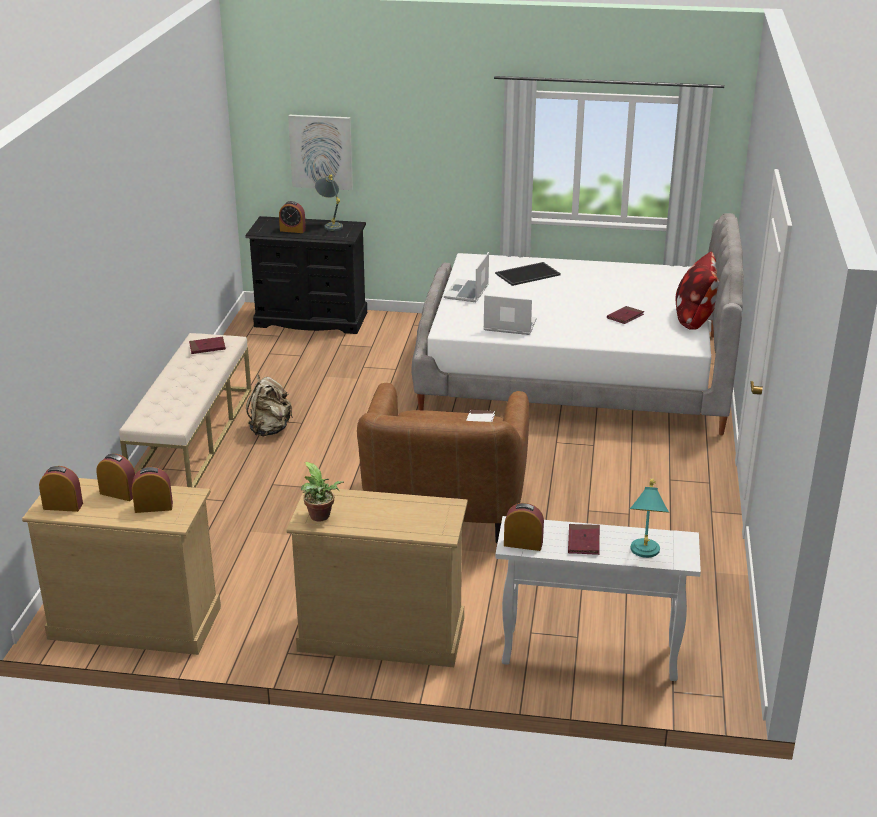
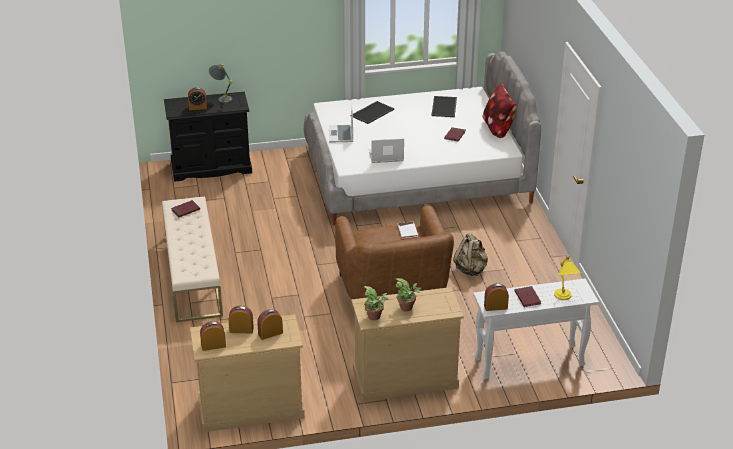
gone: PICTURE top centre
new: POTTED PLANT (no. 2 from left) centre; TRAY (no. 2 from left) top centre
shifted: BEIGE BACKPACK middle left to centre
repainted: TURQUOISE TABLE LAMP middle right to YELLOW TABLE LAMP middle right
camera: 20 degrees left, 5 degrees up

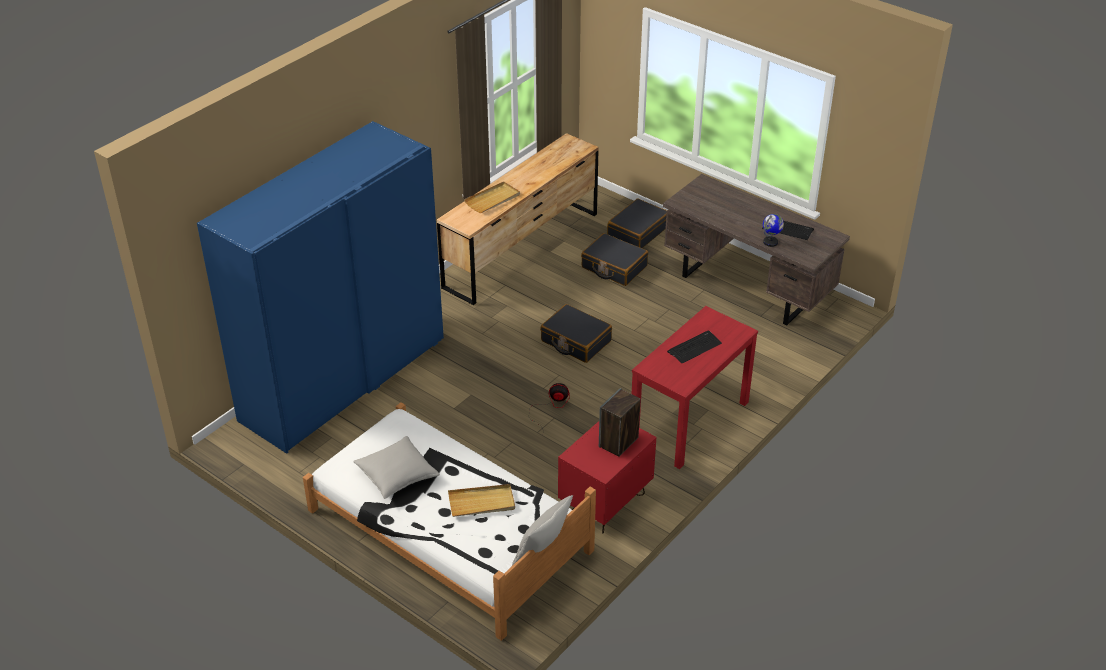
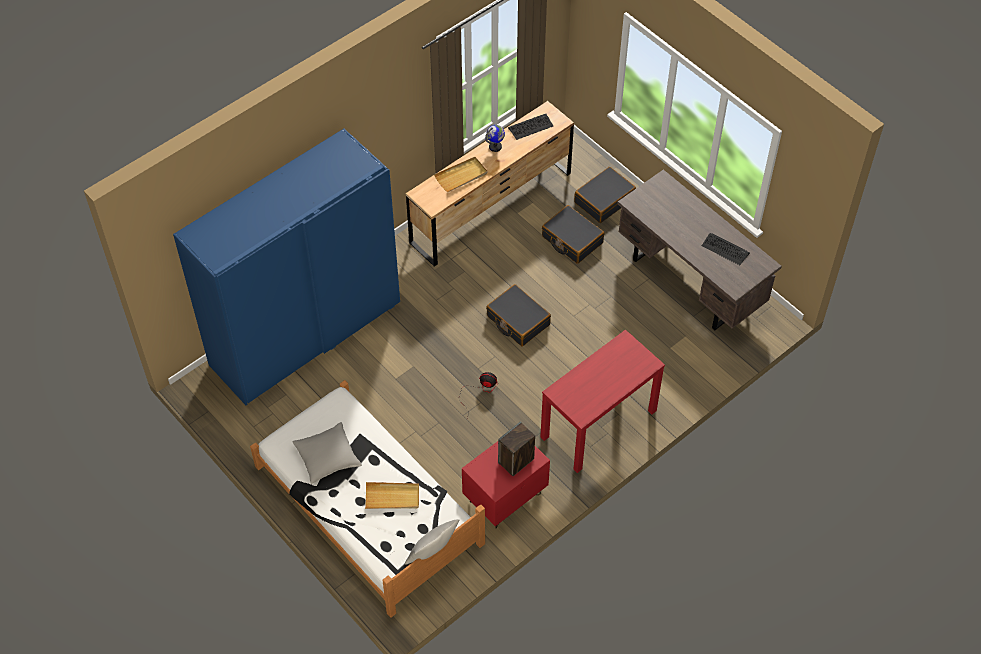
shifted: KEYBOARD (no. 1 from left) centre to top centre; GLOBE middle right to top centre
camera: 10 degrees right, 15 degrees up

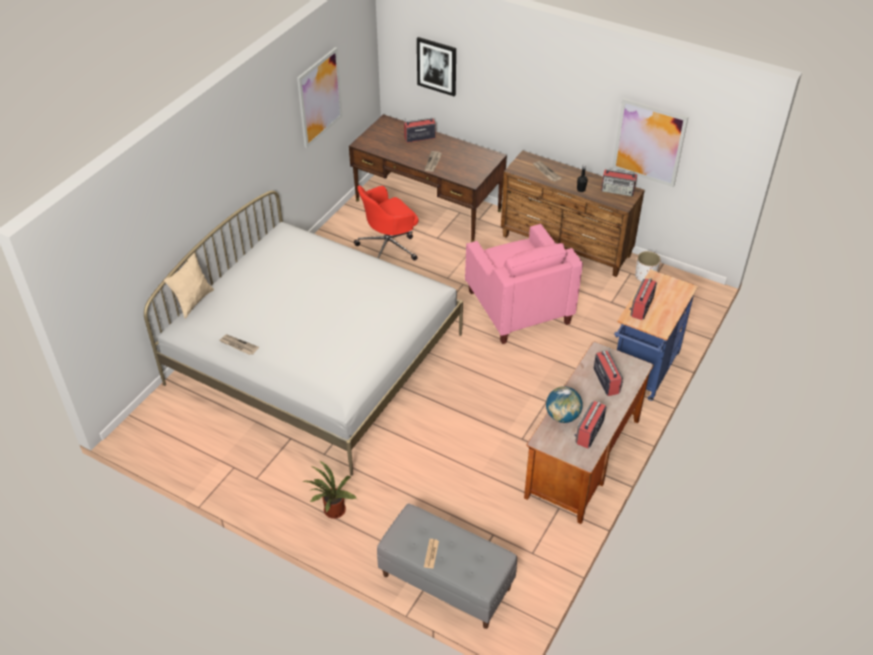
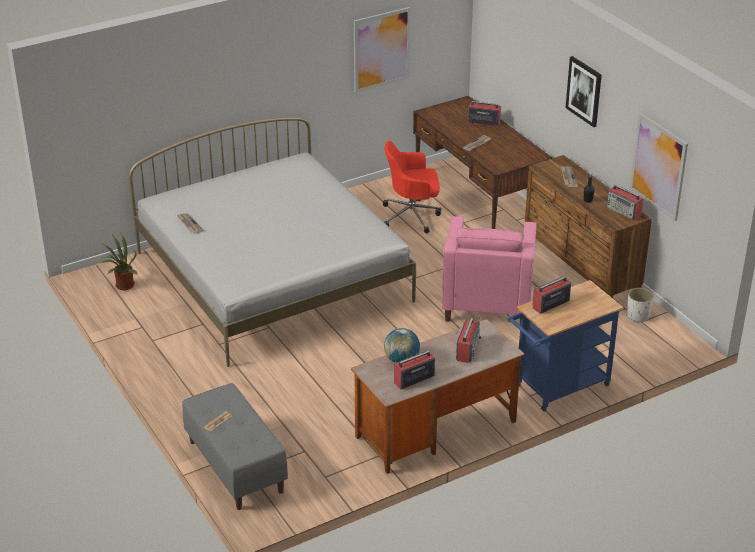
gone: BEIGE PILLOW middle left
shifted: POTTED PLANT bottom centre to middle left; PICTURE (no. 2 from left) top centre to top right
camera: 30 degrees right, 10 degrees down

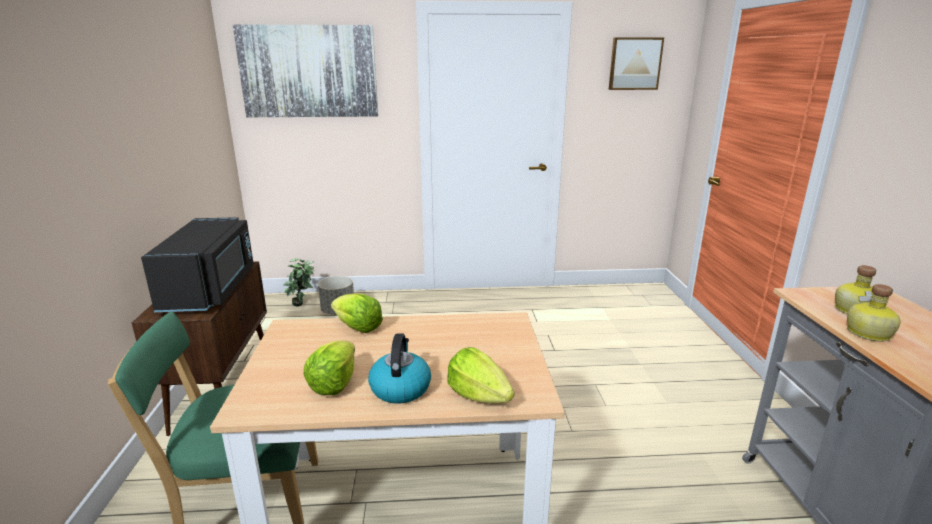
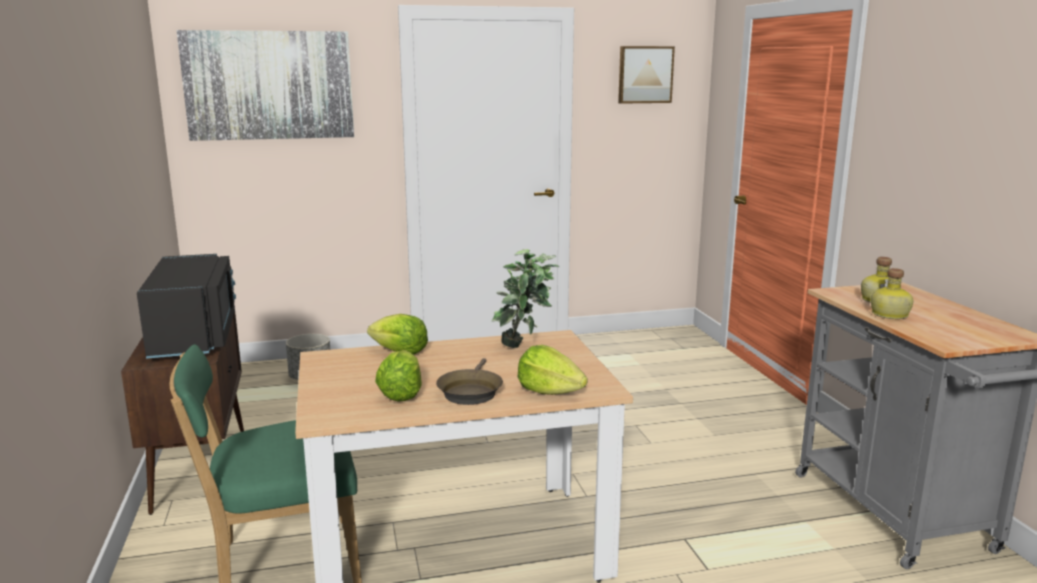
shifted: POTTED PLANT middle left to centre
swapped: KETTLE bottom centre to BROWN FRYING PAN centre
camera: 10 degrees left, 5 degrees down

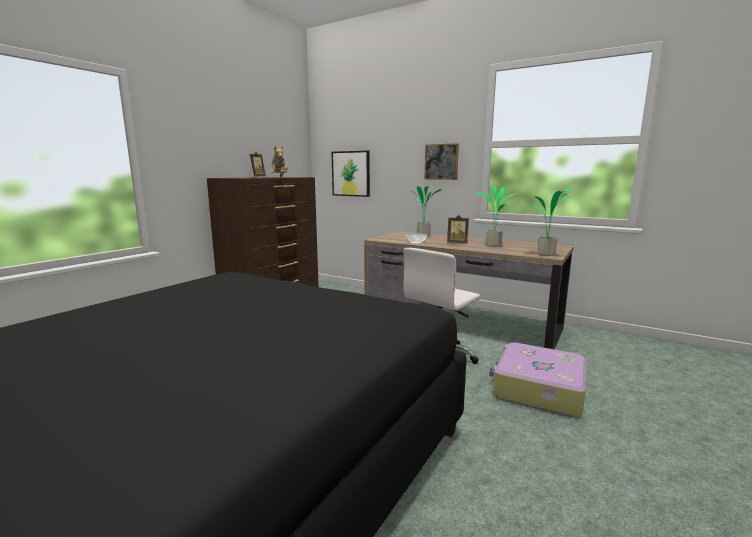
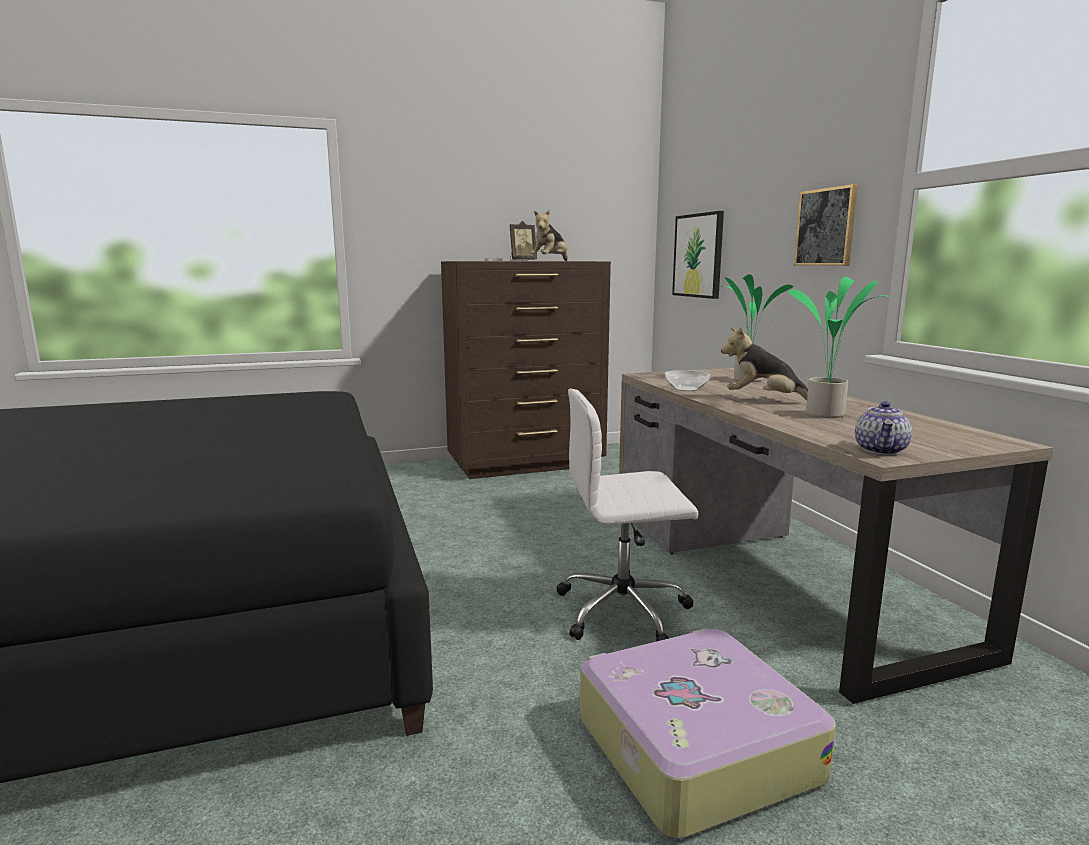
swapped: PICTURE FRAME (no. 2 from left) centre to PLUSH TOY (no. 2 from left) middle right; POTTED PLANT (no. 3 from left) middle right to TEAPOT middle right
camera: 40 degrees right, 0 degrees up

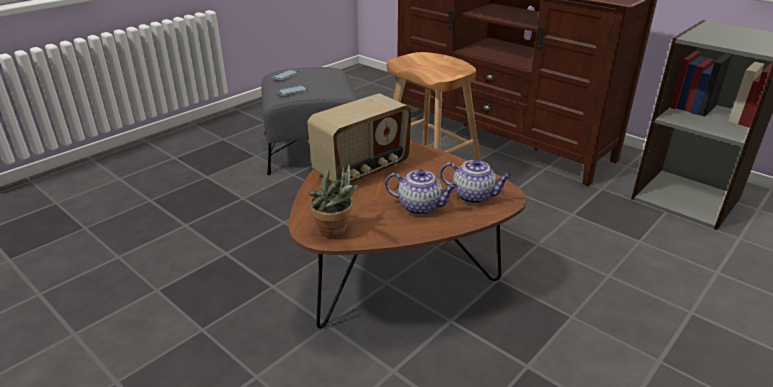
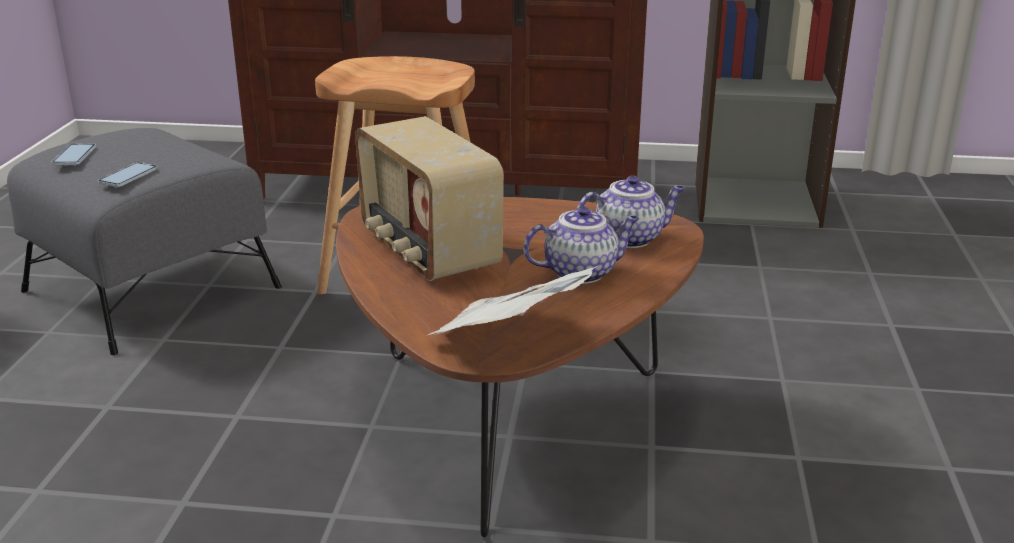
swapped: POTTED PLANT centre to NEWSPAPER centre
rotated: RADIO centre = centre 135 degrees clockwise
camera: 35 degrees left, 5 degrees down

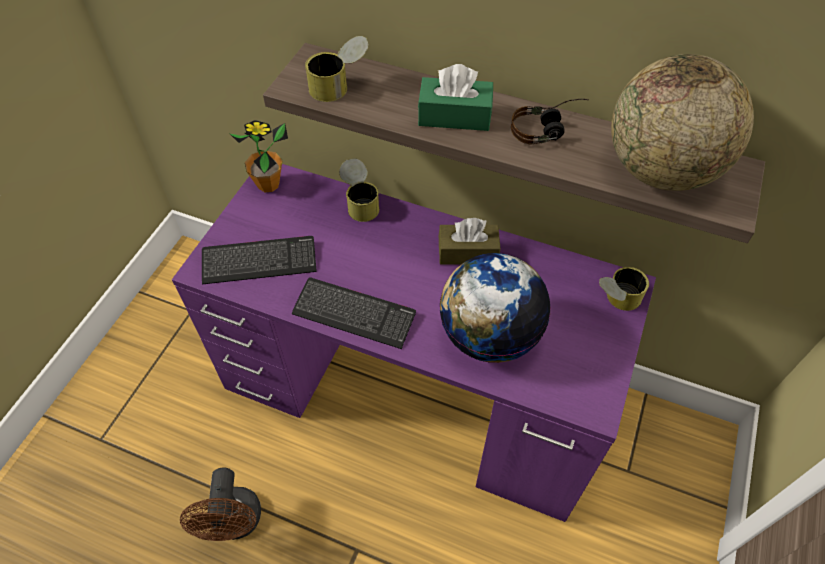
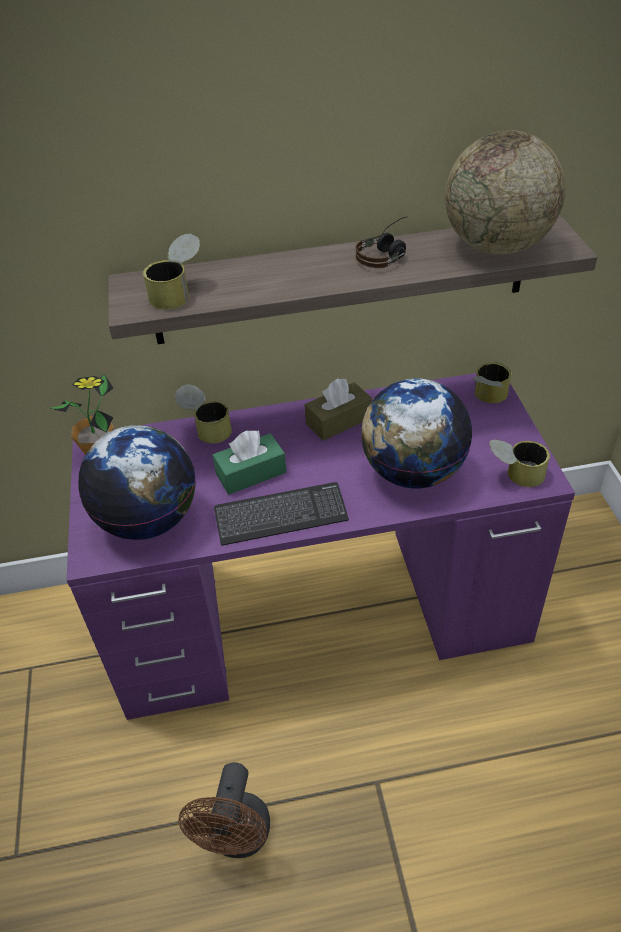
new: CAN (no. 4 from left) middle right
shifted: GREEN TISSUE BOX top centre to centre
swapped: KEYBOARD (no. 1 from left) middle left to GLOBE (no. 1 from left) middle left
rotated: BROWN FAN bottom left = bottom centre 45 degrees clockwise
camera: 30 degrees left, 10 degrees down

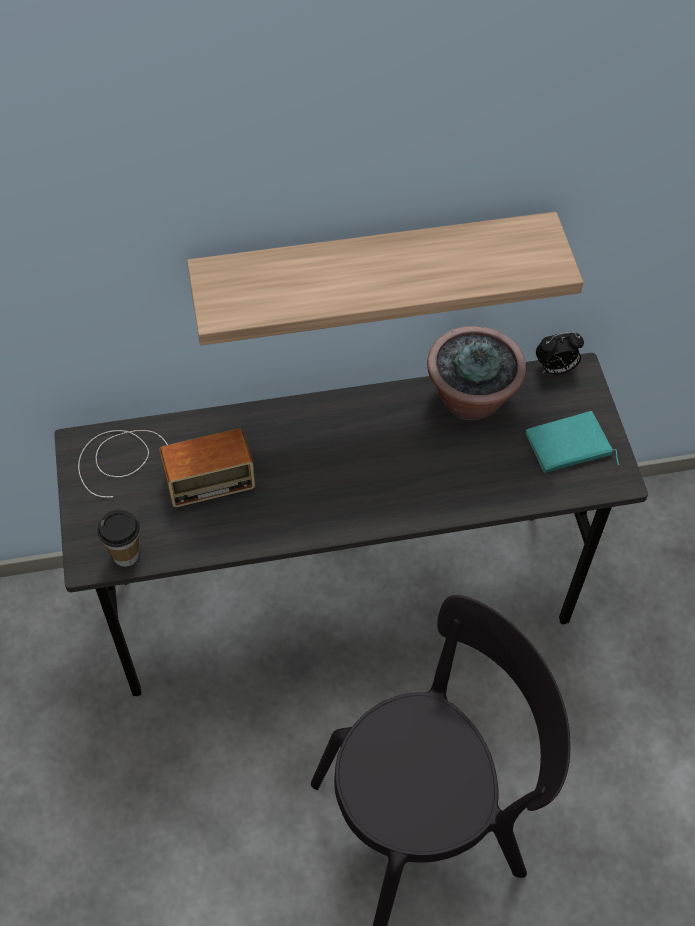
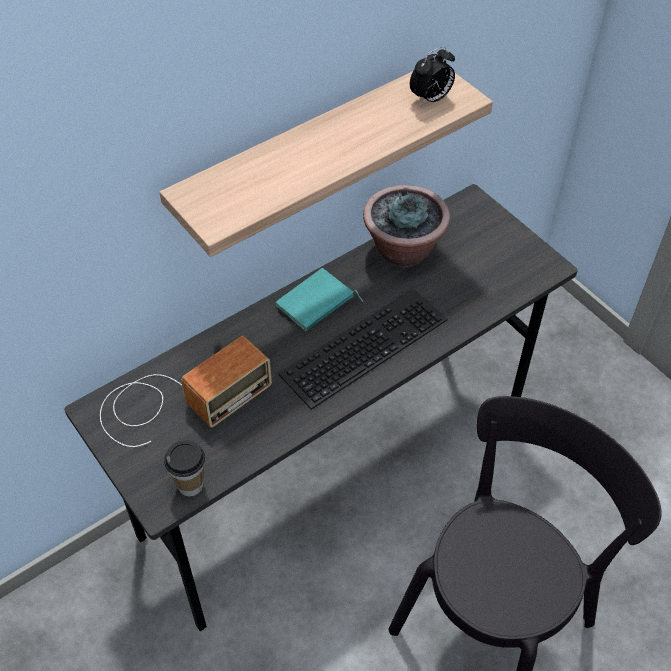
new: KEYBOARD centre
shifted: TURQUOISE BOOK middle right to centre; ALARM CLOCK middle right to top centre
camera: 25 degrees left, 5 degrees down

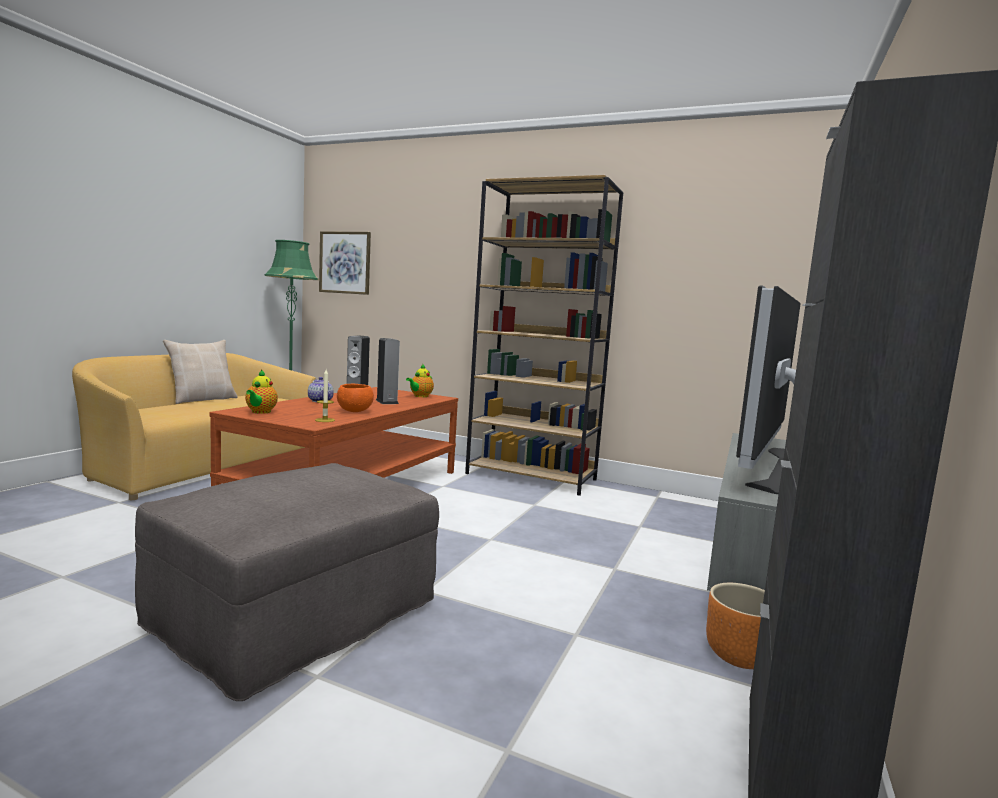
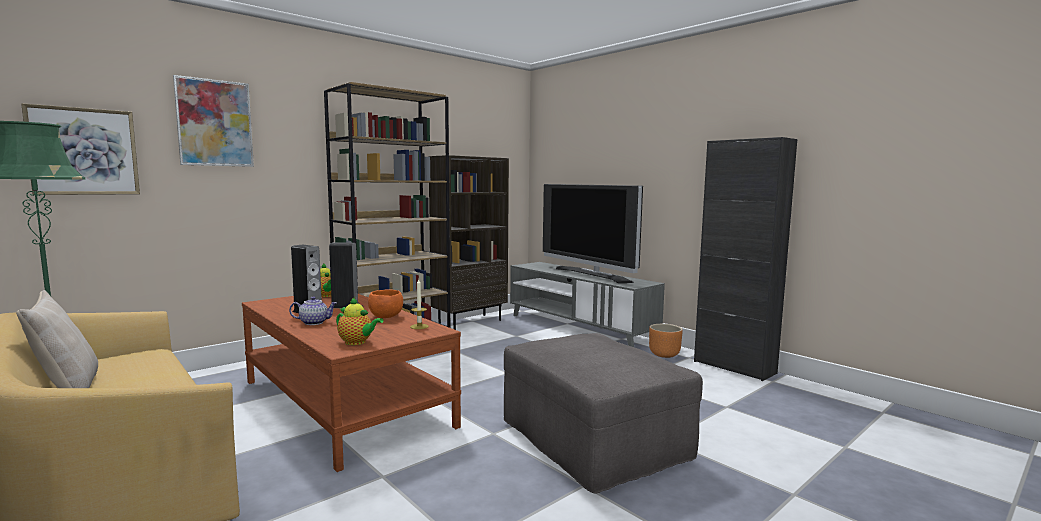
new: PICTURE (no. 2 from left) top left; BROWN BOOKCASE (no. 2 from left) centre
camera: 65 degrees left, 0 degrees up

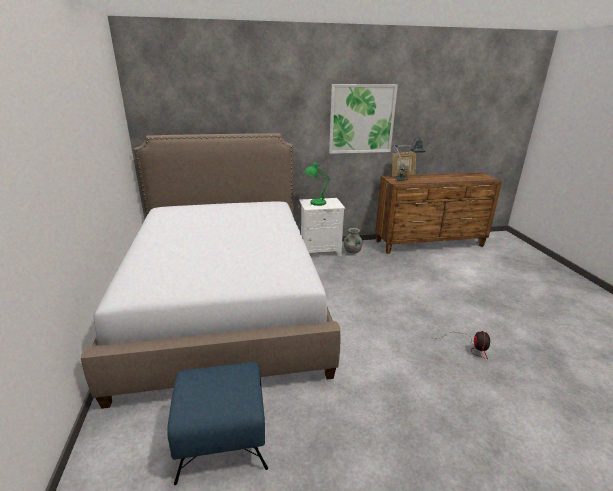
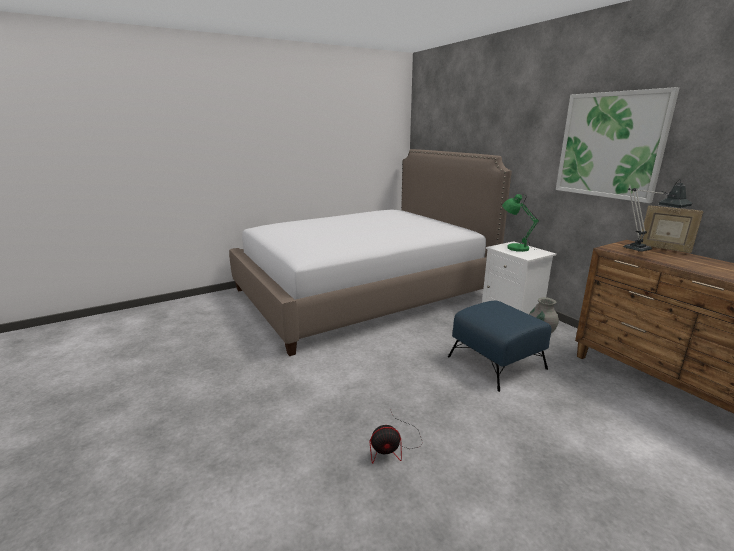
shifted: BLUE OTTOMAN bottom centre to middle right
camera: 70 degrees right, 5 degrees down

